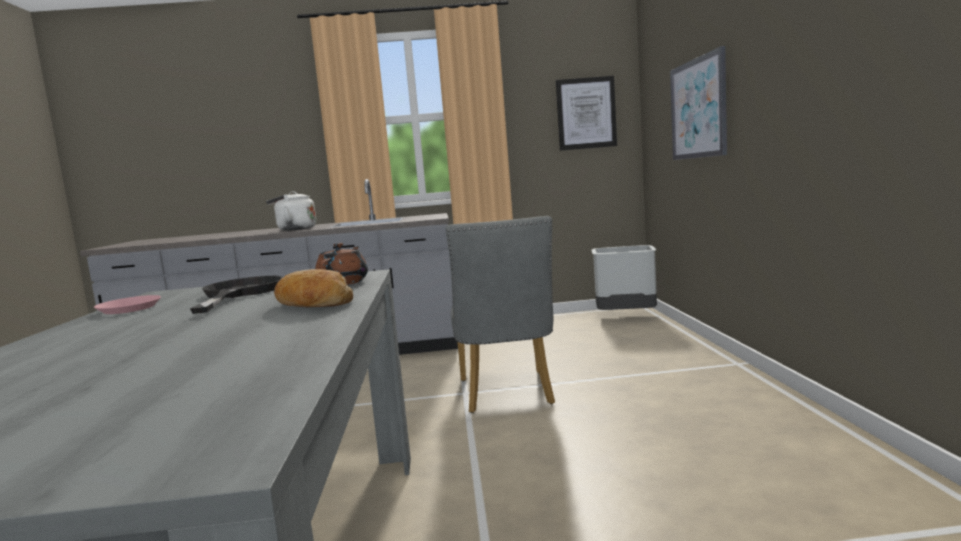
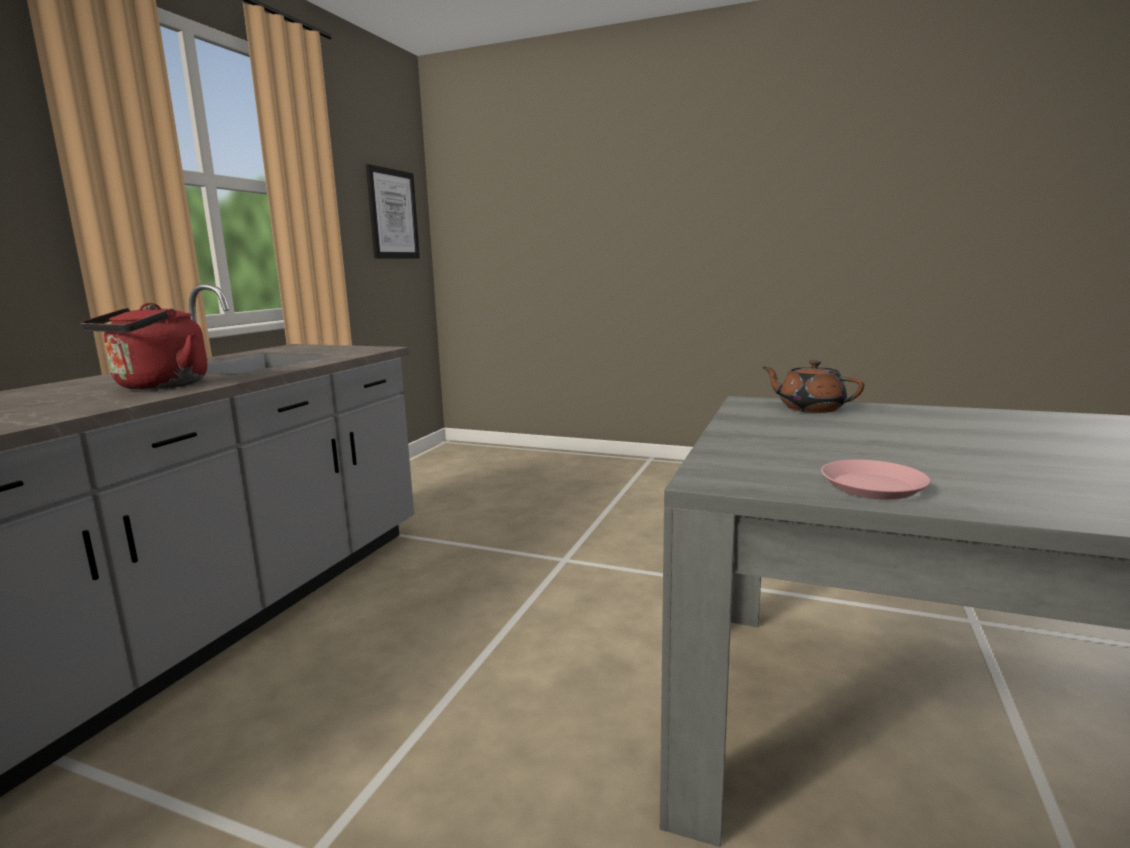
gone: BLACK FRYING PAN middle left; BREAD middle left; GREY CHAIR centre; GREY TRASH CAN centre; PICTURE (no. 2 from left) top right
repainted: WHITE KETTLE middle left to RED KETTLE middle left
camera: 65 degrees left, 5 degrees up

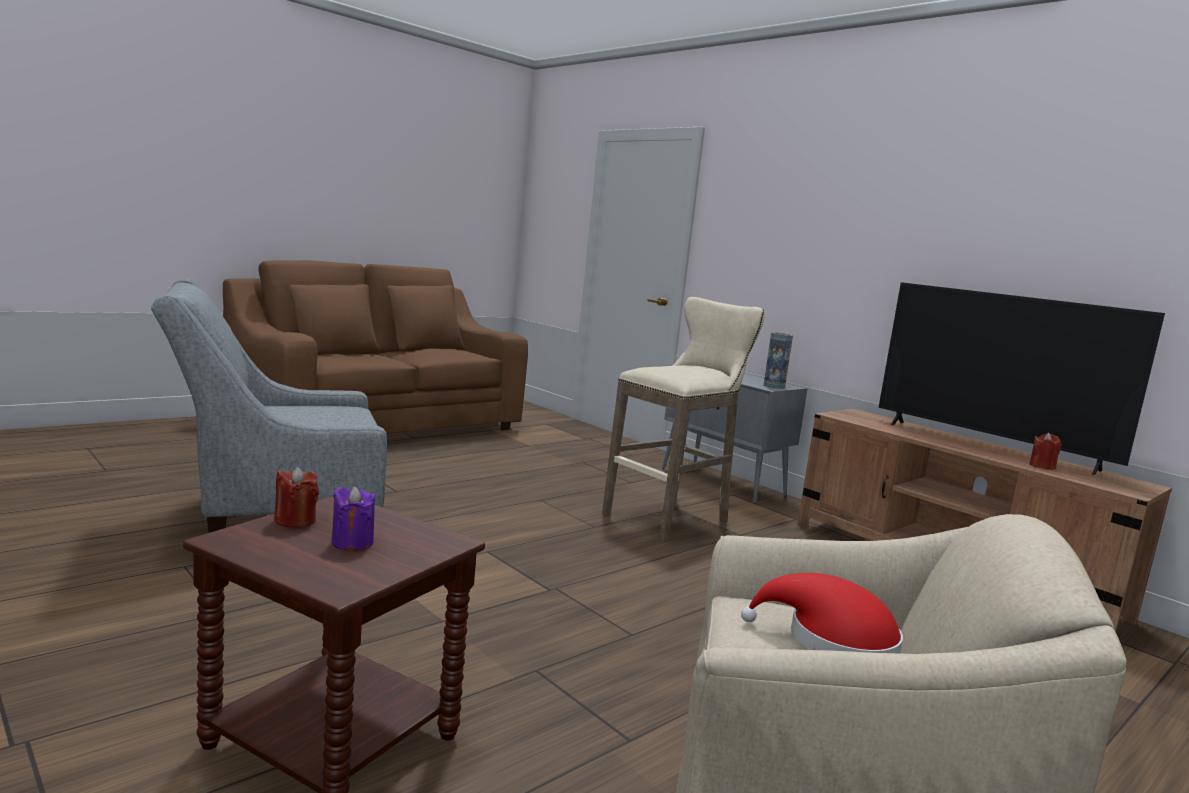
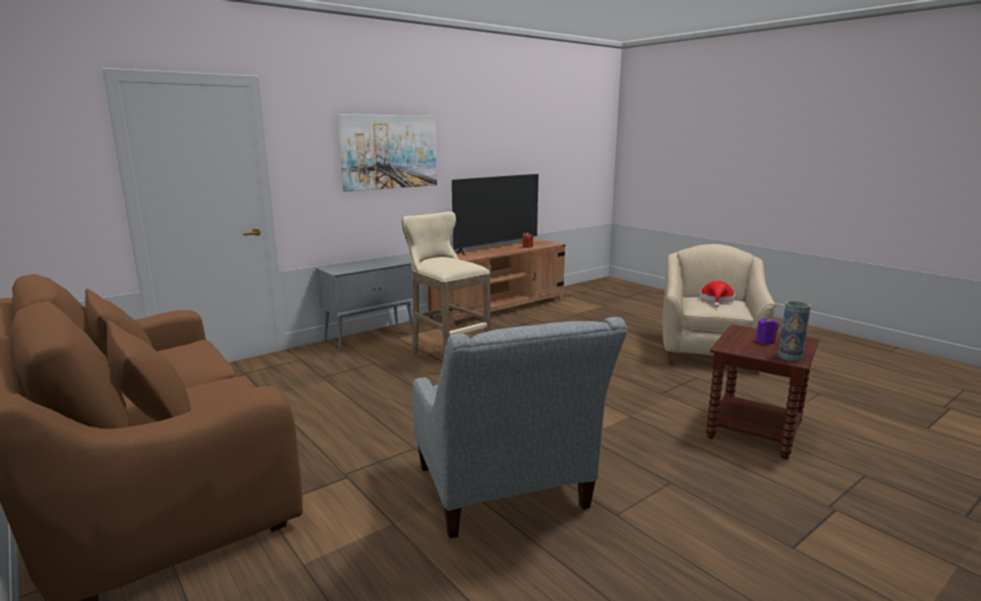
gone: RED CANDLE (no. 1 from left) middle left
new: PICTURE top centre
shifted: VASE centre to middle right
camera: 85 degrees left, 5 degrees up

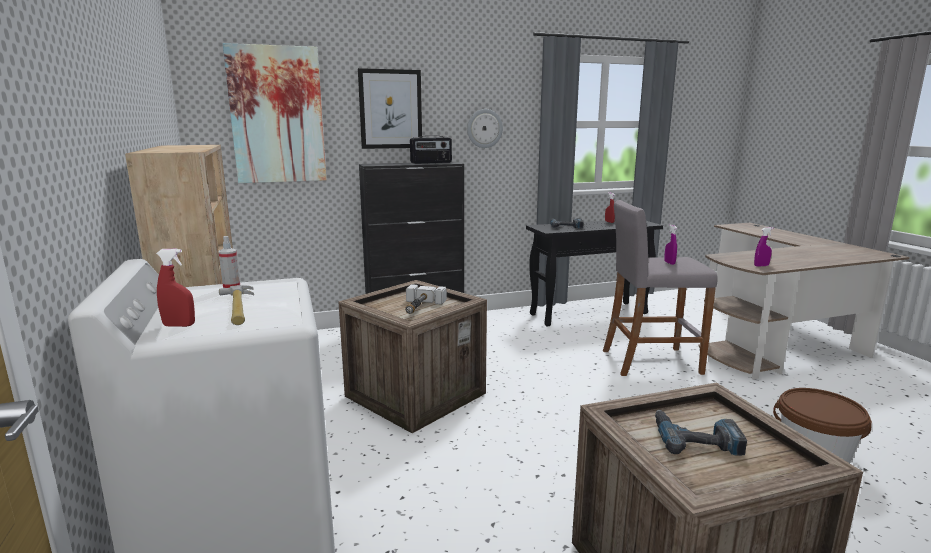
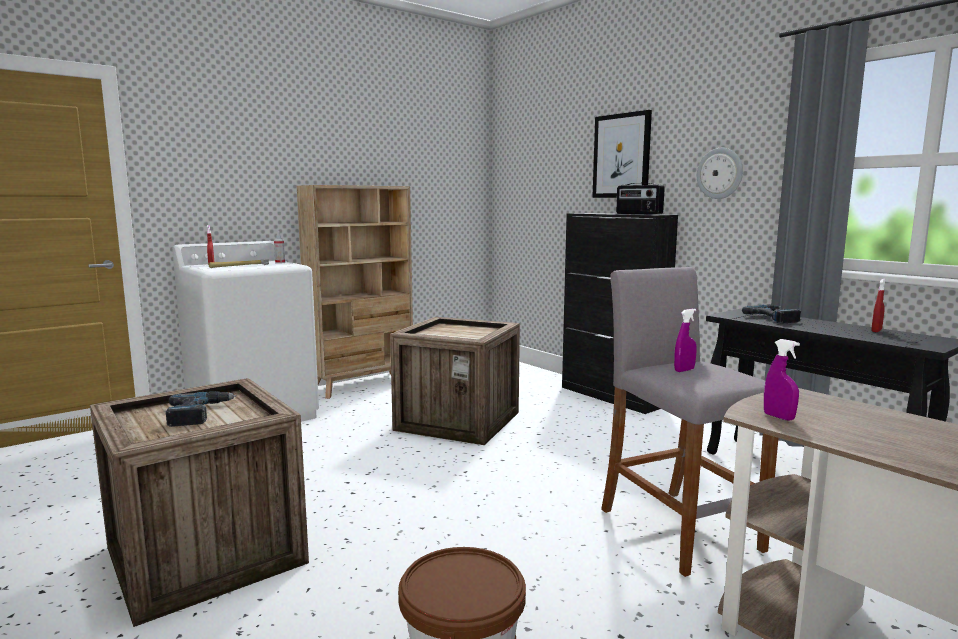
gone: PICTURE (no. 1 from left) top left; HAMMER (no. 2 from left) centre
camera: 70 degrees right, 5 degrees down

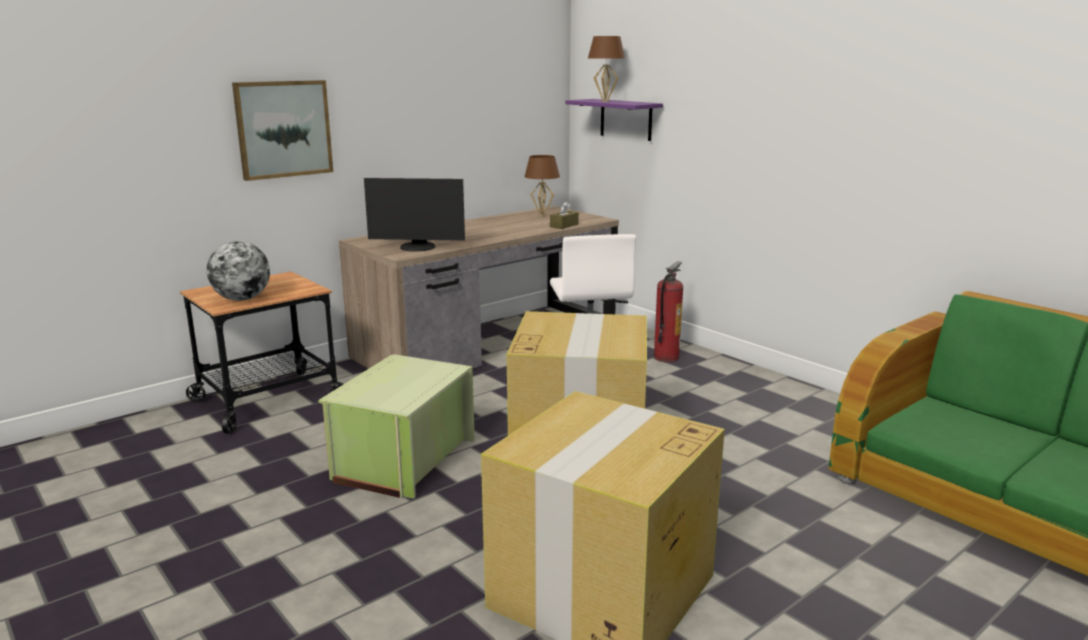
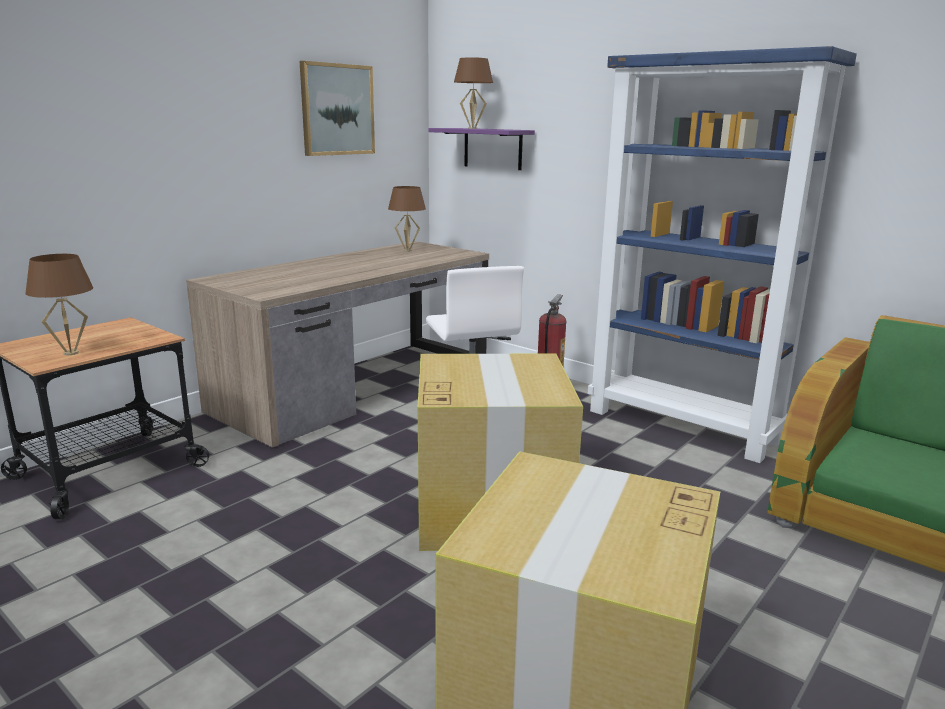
gone: GREEN STORAGE BOX centre; MONITOR centre; BROWN TISSUE BOX centre
new: BLUE BOOKCASE middle right
shifted: PICTURE top left to top centre
swapped: GLOBE middle left to BROWN TABLE LAMP (no. 1 from left) middle left
camera: 10 degrees left, 0 degrees up

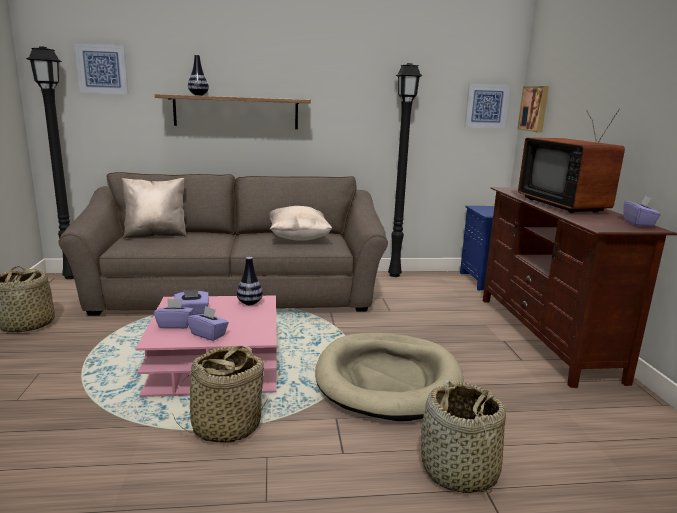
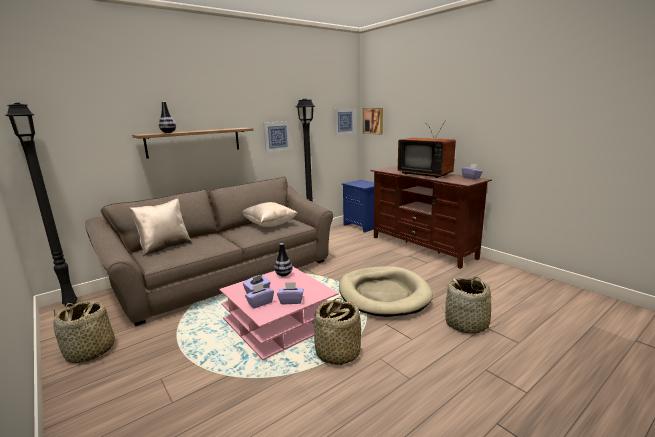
shifted: PICTURE (no. 1 from left) top left to top centre
camera: 30 degrees left, 0 degrees up

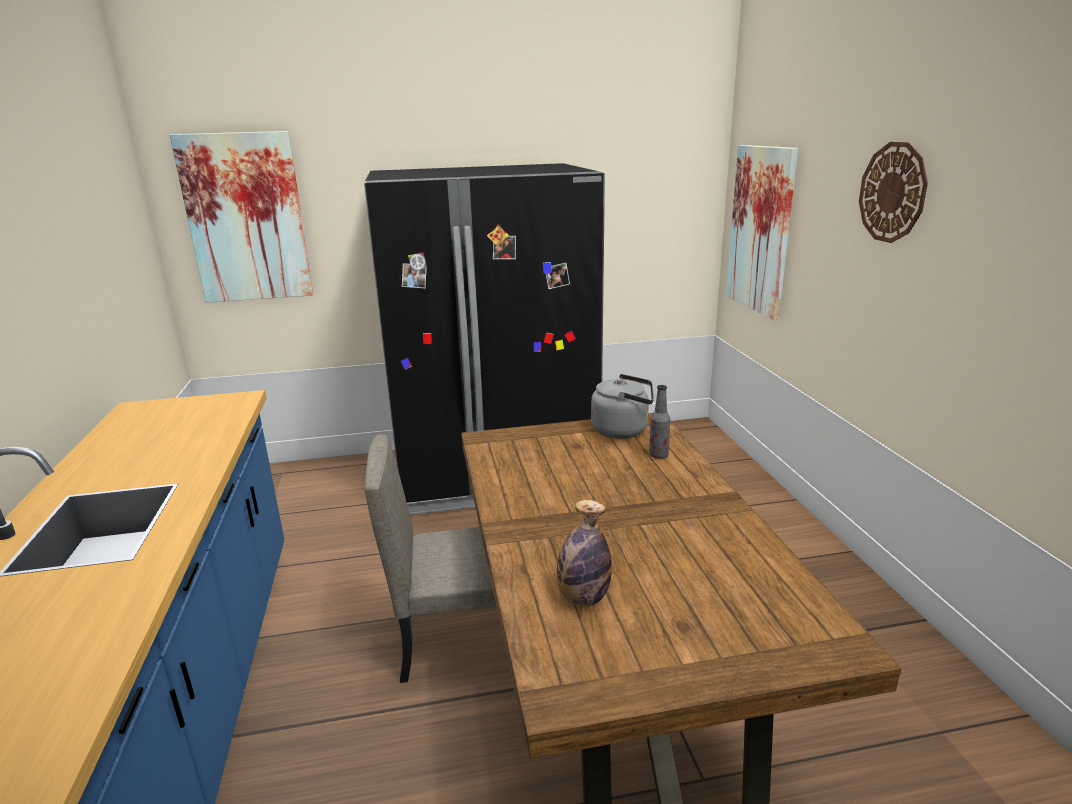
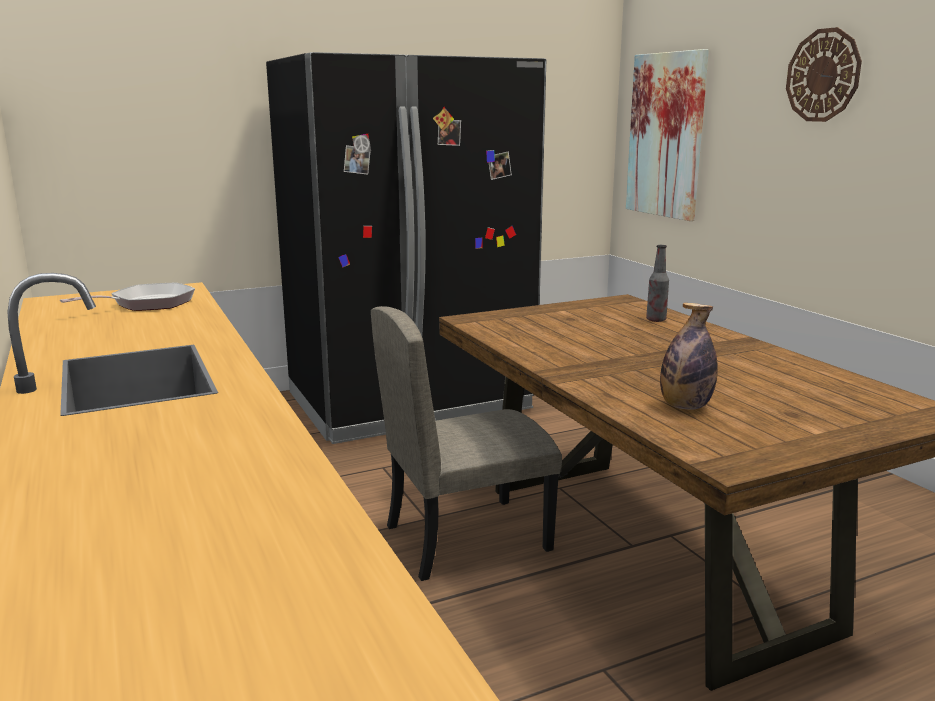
gone: PICTURE (no. 1 from left) top left; GREY KETTLE centre
new: FRYING PAN middle left
camera: 15 degrees left, 5 degrees down

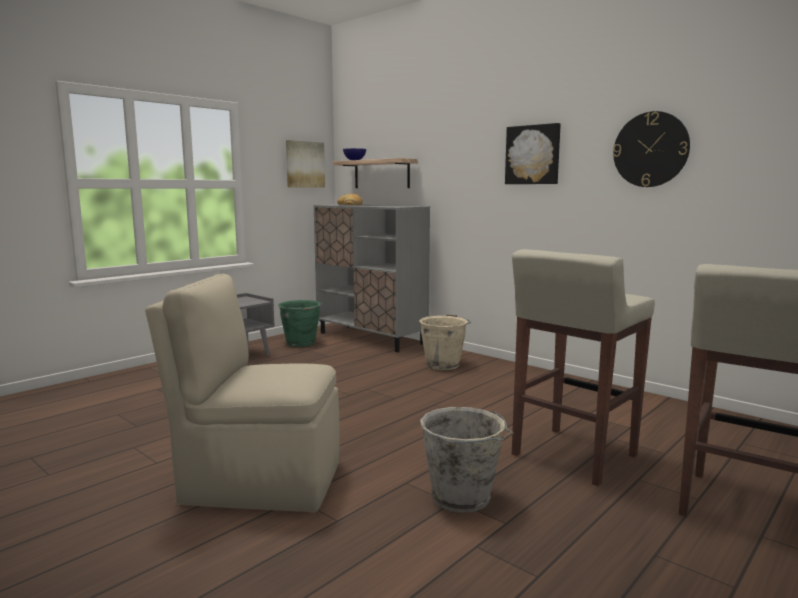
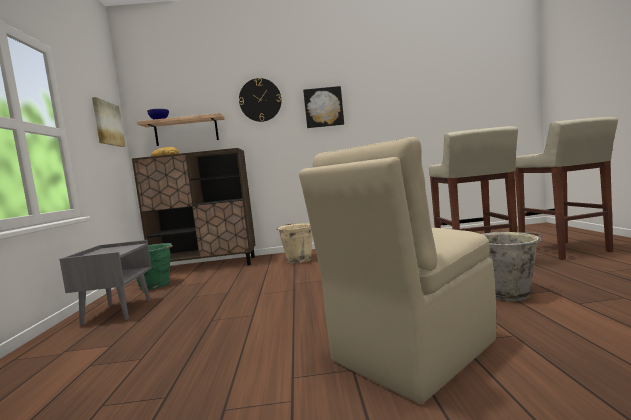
shifted: WALL CLOCK top right to top centre
repainted: GREY CABINET centre to BROWN CABINET middle left
camera: 45 degrees left, 5 degrees down

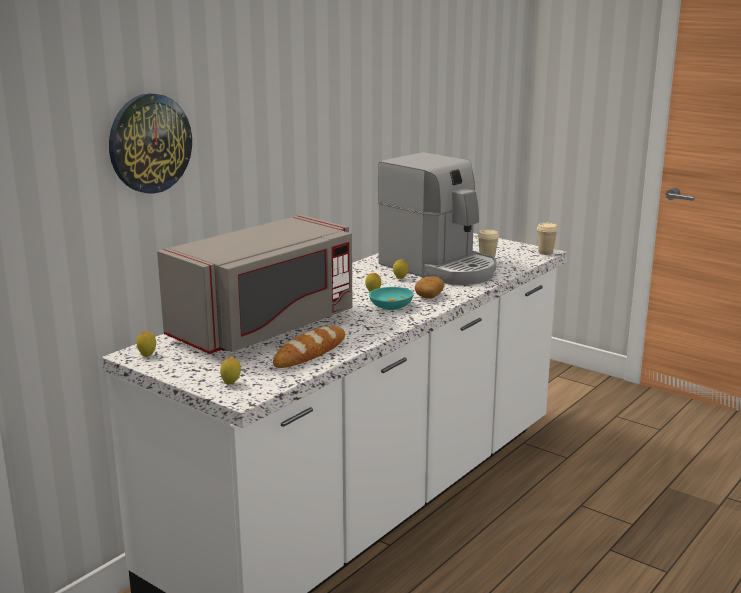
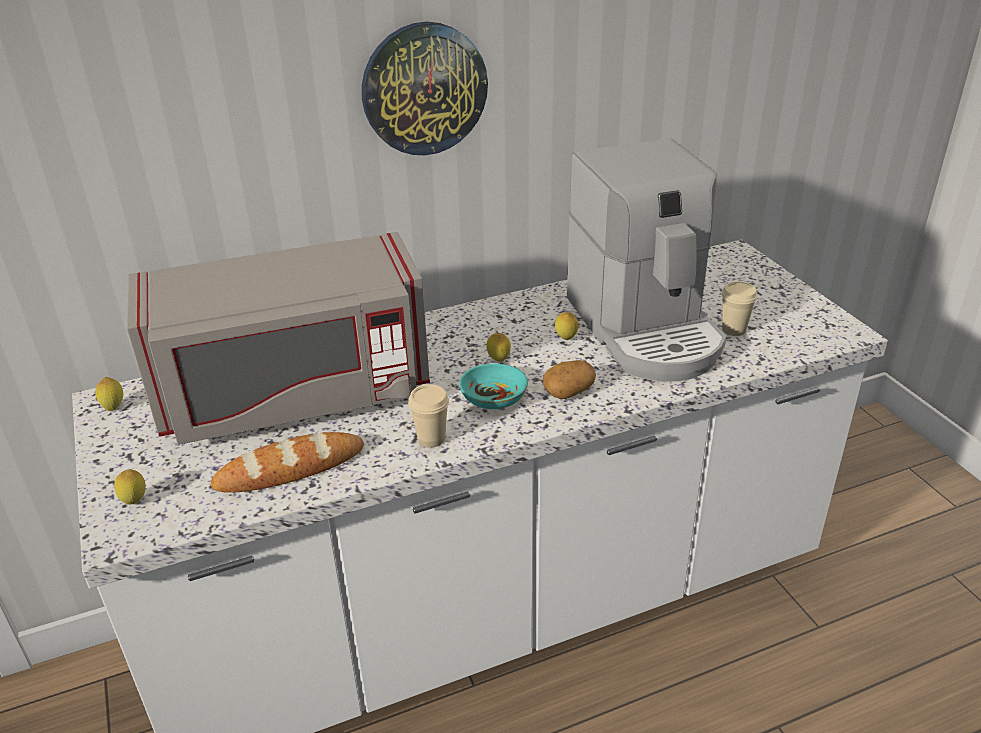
shifted: WALL CLOCK top left to top centre; BEIGE CUP (no. 2 from left in the first image) middle right to BEIGE CUP (no. 1 from left) centre
camera: 30 degrees right, 15 degrees up

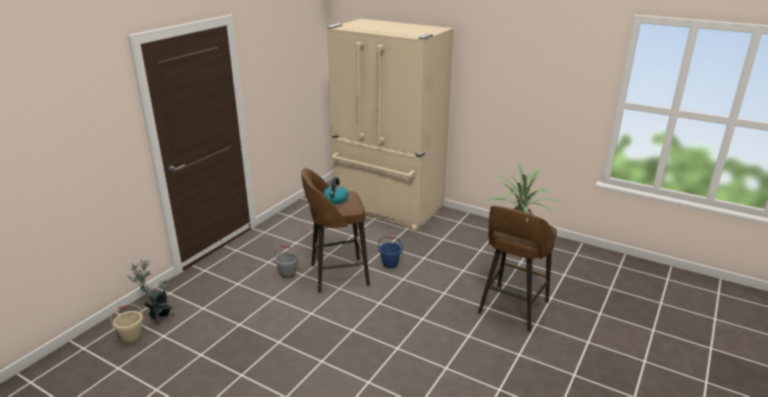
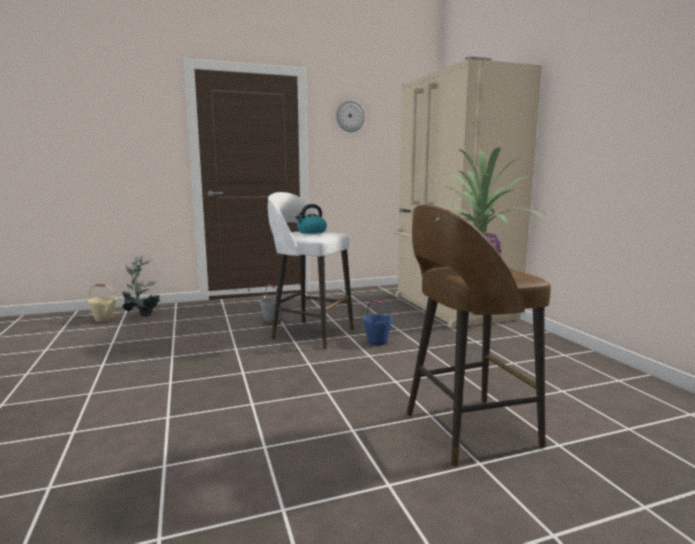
new: WALL CLOCK top centre
repainted: BROWN STOOL (no. 1 from left) centre to WHITE STOOL centre
camera: 40 degrees right, 15 degrees down

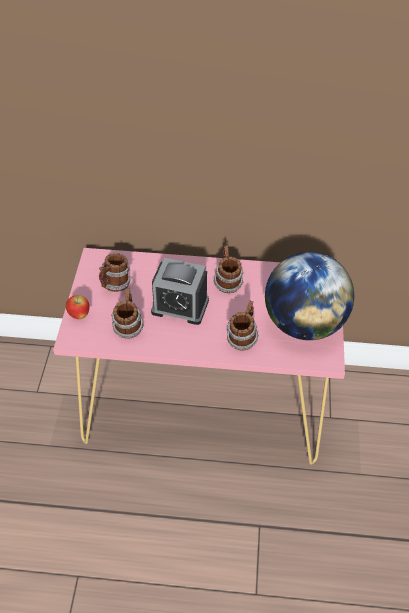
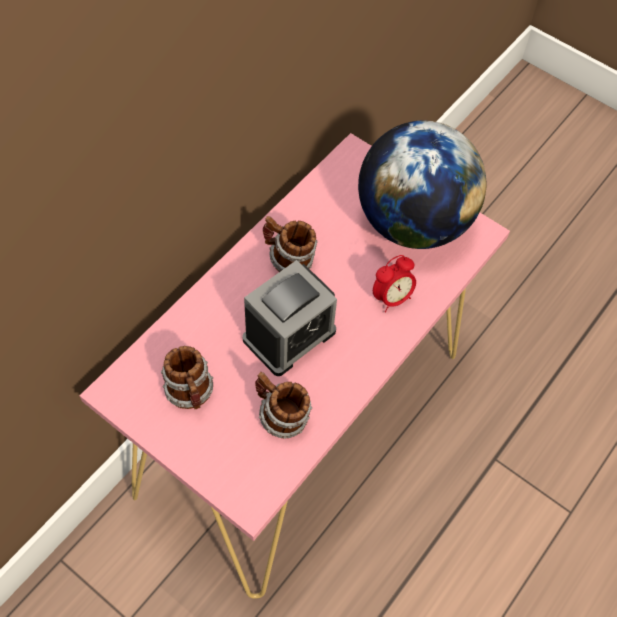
gone: APPLE middle left
swapped: MUG (no. 4 from left) centre to ALARM CLOCK (no. 2 from left) centre
camera: 60 degrees left, 10 degrees up

